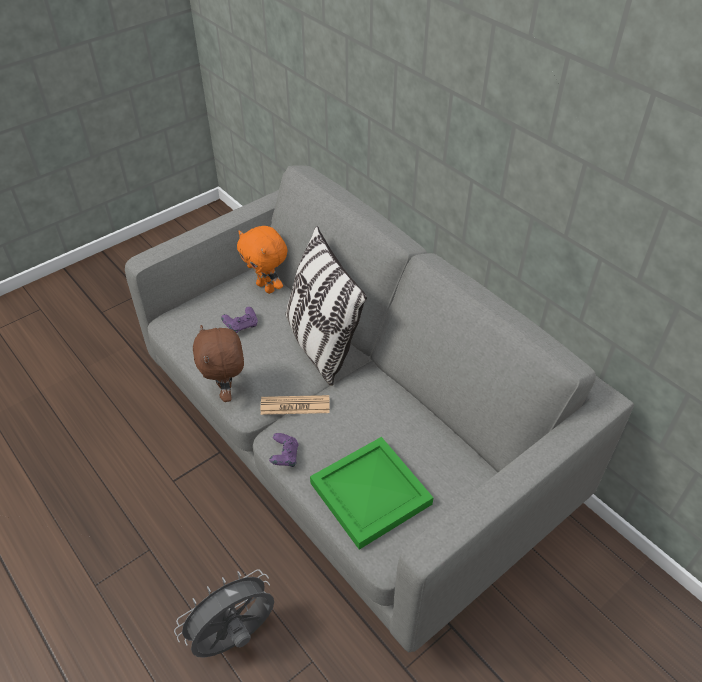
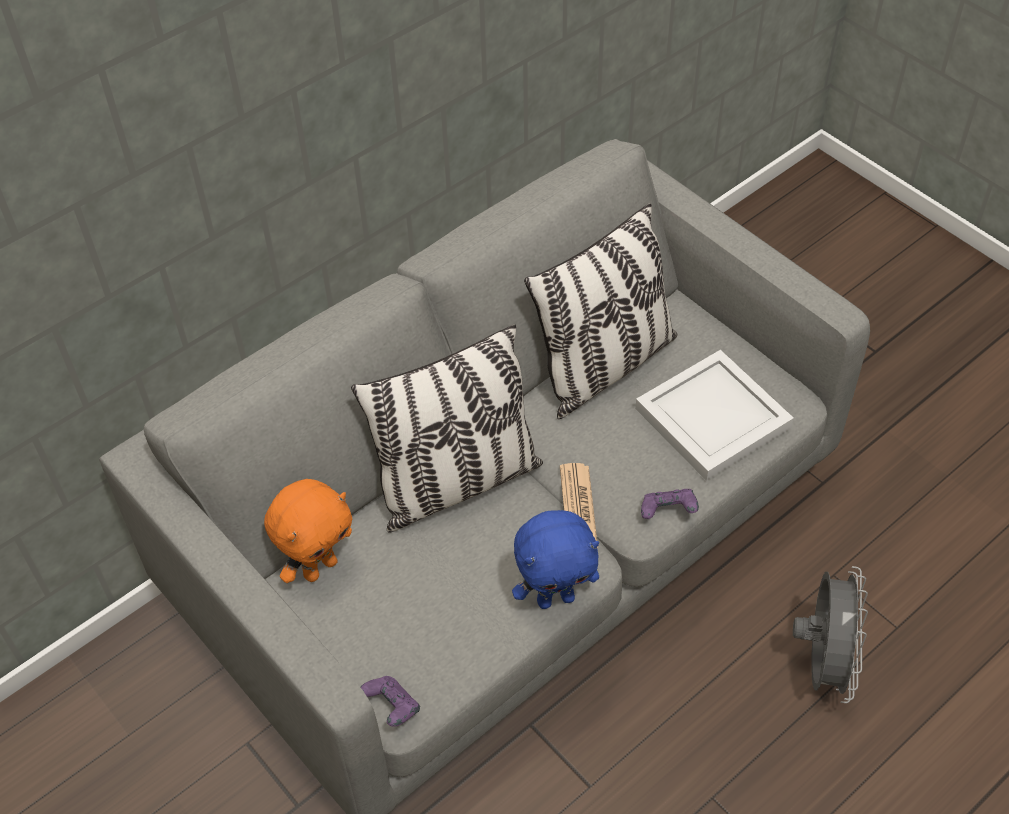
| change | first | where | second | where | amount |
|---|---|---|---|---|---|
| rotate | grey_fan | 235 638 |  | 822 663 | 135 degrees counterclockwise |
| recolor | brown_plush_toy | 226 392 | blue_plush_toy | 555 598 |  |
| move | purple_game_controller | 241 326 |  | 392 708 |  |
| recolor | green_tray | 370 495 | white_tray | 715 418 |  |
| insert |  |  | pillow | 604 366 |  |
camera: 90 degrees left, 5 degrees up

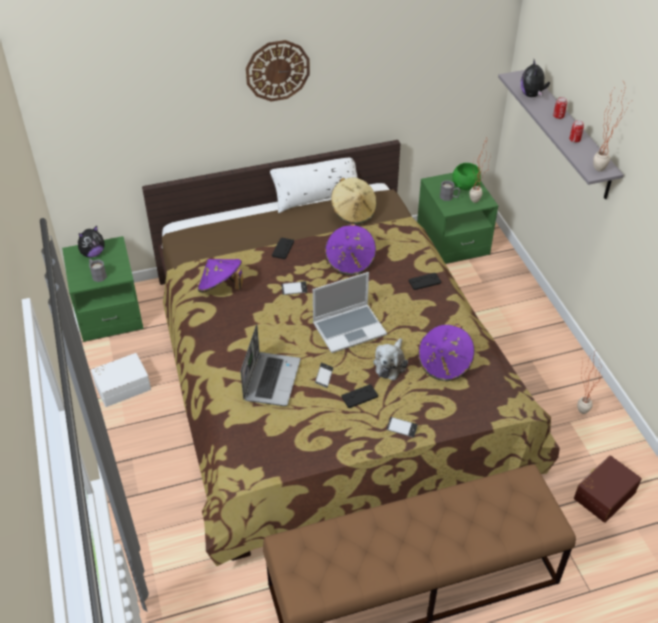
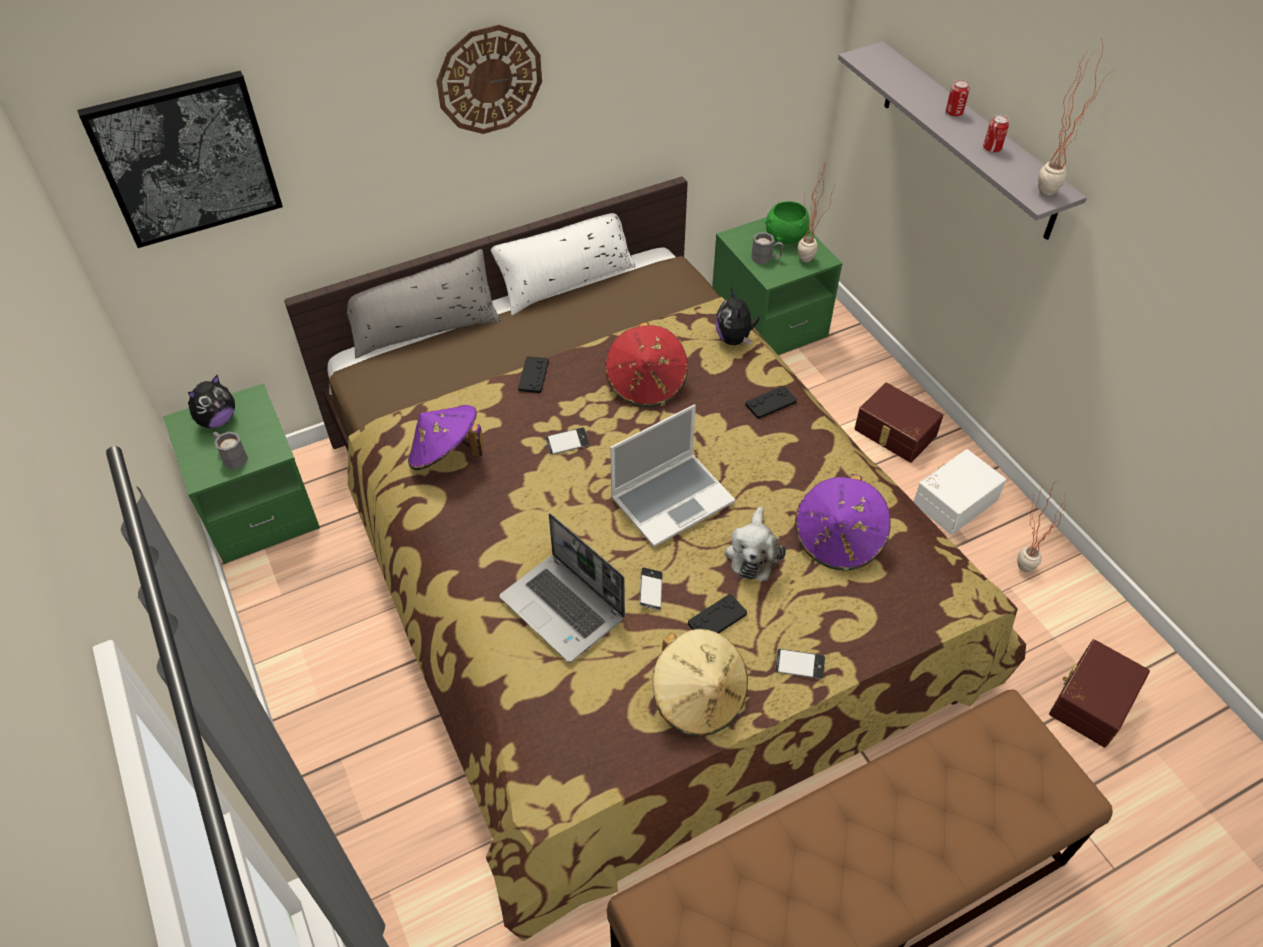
| change | first | where | second | where | amount |
|---|---|---|---|---|---|
| move | white_storage_box | 122 385 |  | 953 500 |  |
| rotate | laptop | 271 379 |  | 564 608 | 135 degrees clockwise |
| recolor | purple_hat | 350 261 | red_hat | 646 384 |  |
| move | beige_hat | 353 212 |  | 698 697 |  |
| move | plush_toy | 532 95 |  | 734 339 |  |
| insert |  |  | picture | 186 159 |  |
| insert |  |  | grey_pillow | 424 328 |  |
| insert |  |  | brown_storage_box | 894 433 |  |
camera: 10 degrees left, 5 degrees up

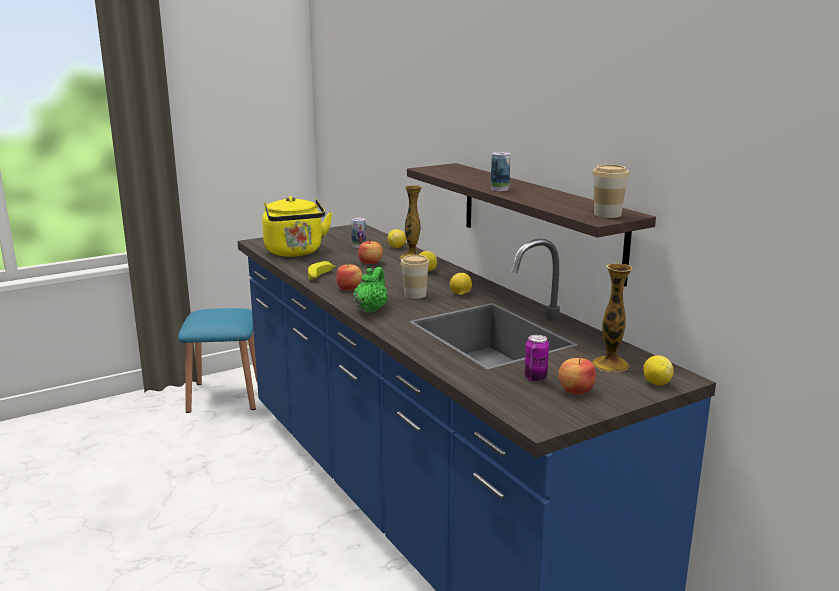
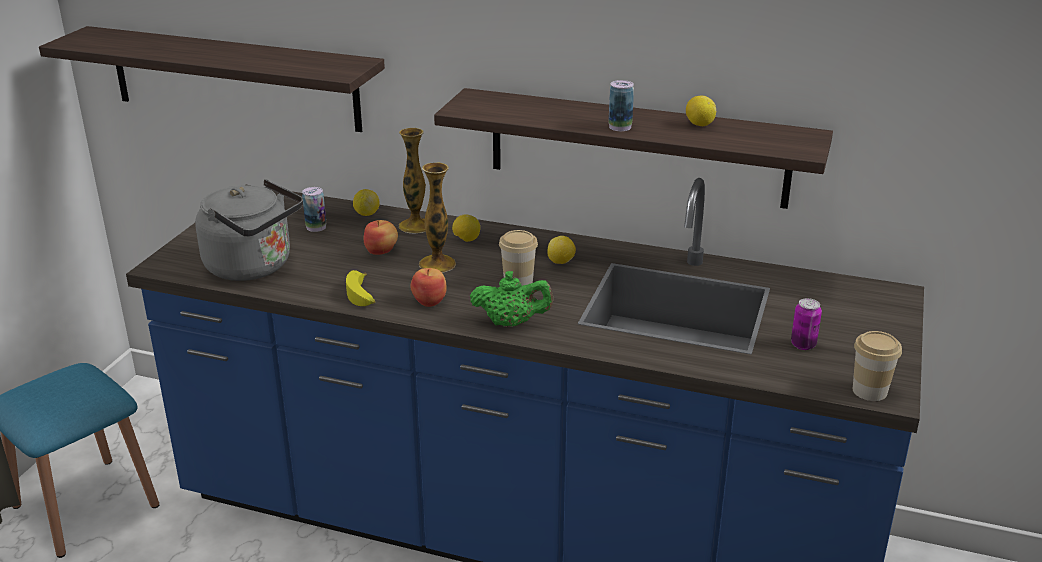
| change | first | where | second | where | amount |
|---|---|---|---|---|---|
| recolor | yellow_kettle | 295 252 | grey_kettle | 254 267 |  |
| rotate | green_teapot | 371 309 |  | 511 323 | 120 degrees clockwise |
| delete | apple | 575 390 |  |  |  |
| move | cup | 607 214 |  | 869 391 |  |
| move | vase | 610 364 |  | 437 264 |  |
| move | lemon | 656 383 |  | 699 125 |  |
| insert |  |  | shelf | 234 78 |  |
camera: 40 degrees left, 10 degrees up

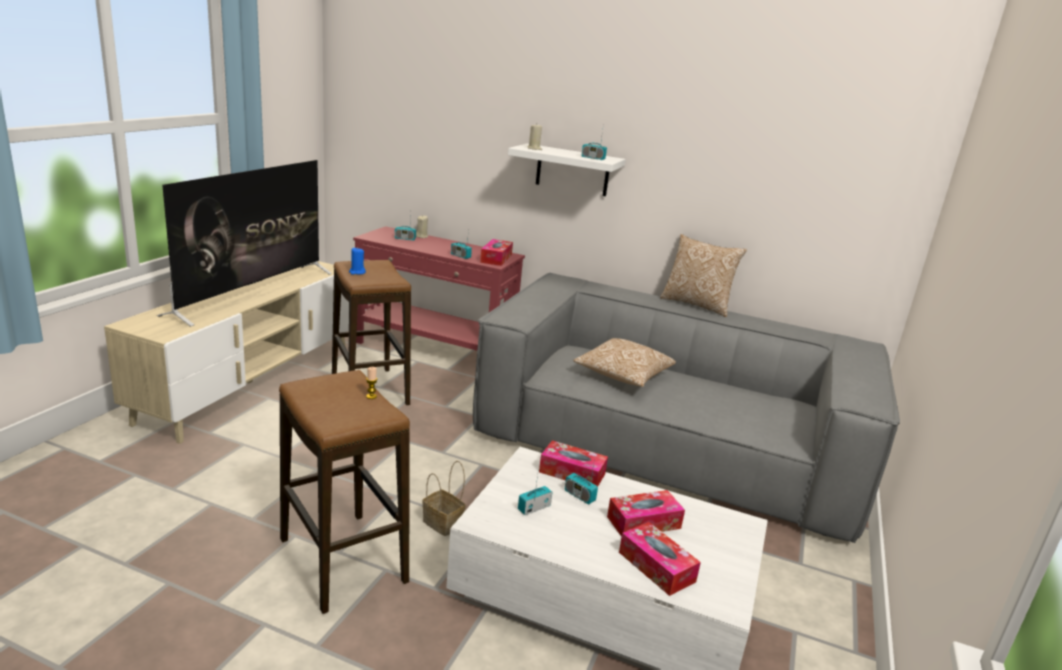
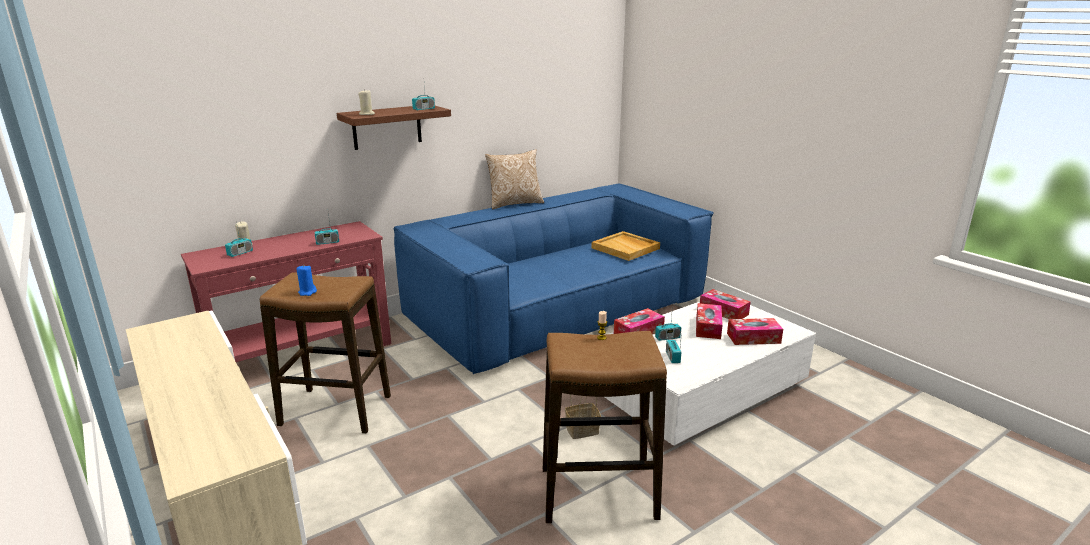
| change | first | where | second | where | amount |
|---|---|---|---|---|---|
| delete | television | 253 292 |  |  |  |
| recolor | grey_sofa | 668 444 | blue_sofa | 558 309 |  |
| move | tissue_box | 496 258 |  | 723 311 |  |
| recolor | white_shelf | 572 170 | brown_shelf | 387 127 |  |
| delete | pillow | 622 375 |  |  |  |
| insert |  |  | beige_tray | 626 248 |  |
camera: 55 degrees left, 0 degrees up

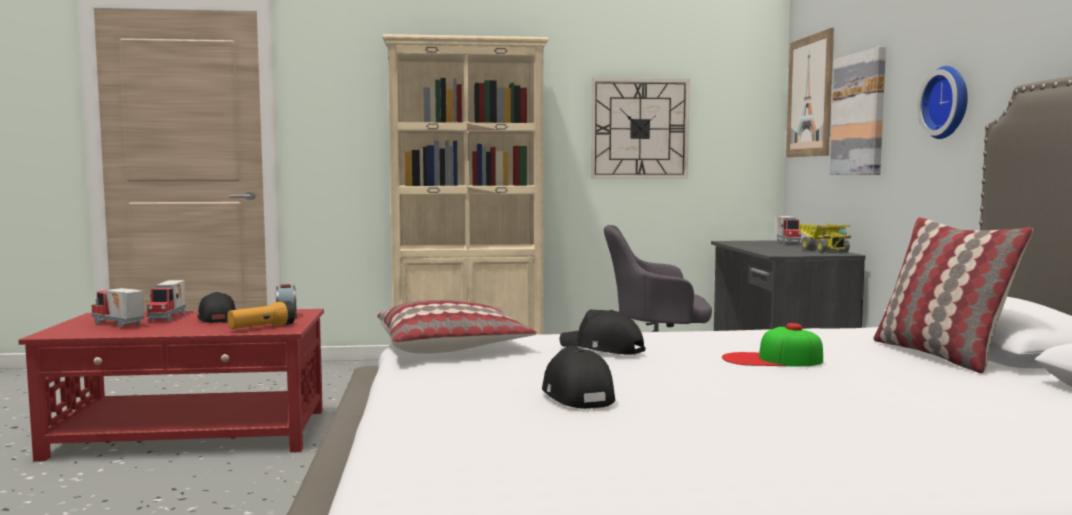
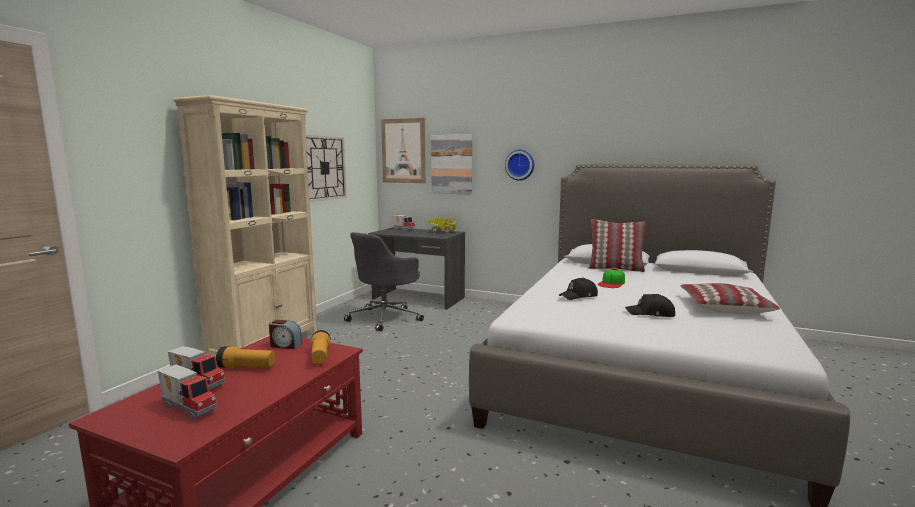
| change | first | where | second | where | amount |
|---|---|---|---|---|---|
| rotate | toy_truck | 117 324 |  | 190 408 | 120 degrees counterclockwise |
| replace | black_cap | 216 318 | flashlight | 247 367 |  |
| move | pillow | 452 347 |  | 723 307 |  |
camera: 60 degrees left, 5 degrees up

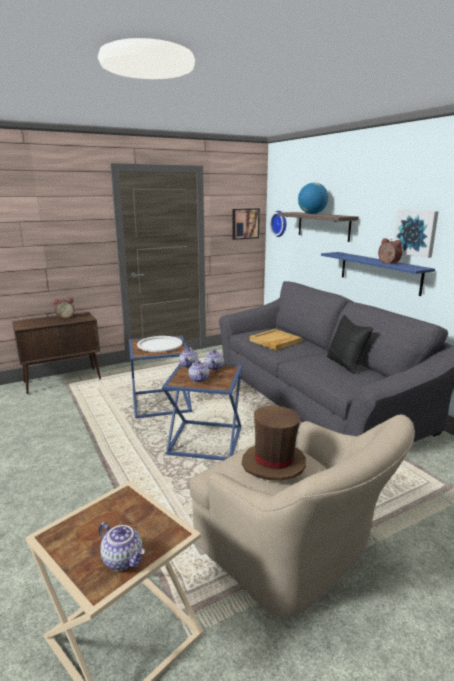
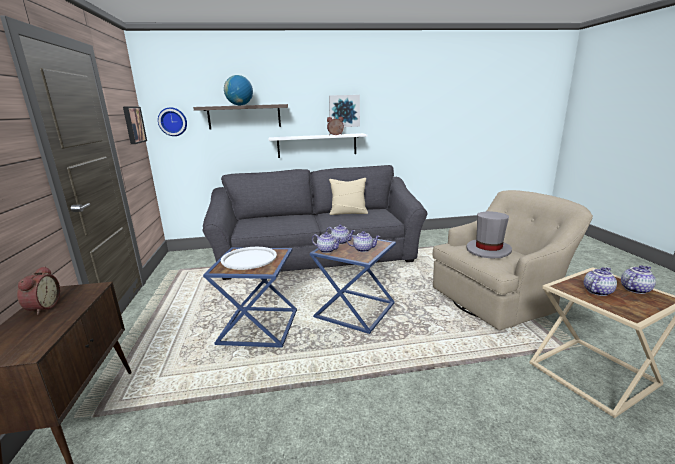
| change | first | where | second | where | amount |
|---|---|---|---|---|---|
| recolor | brown_hat | 273 463 | grey_hat | 488 250 |  |
| delete | beige_tray | 275 341 |  |  |  |
| recolor | blue_shelf | 379 272 | white_shelf | 317 145 |  |
| recolor | black_pillow | 345 364 | beige_pillow | 348 213 |  |
| insert |  |  | teapot | 597 291 |  |
camera: 70 degrees left, 0 degrees up

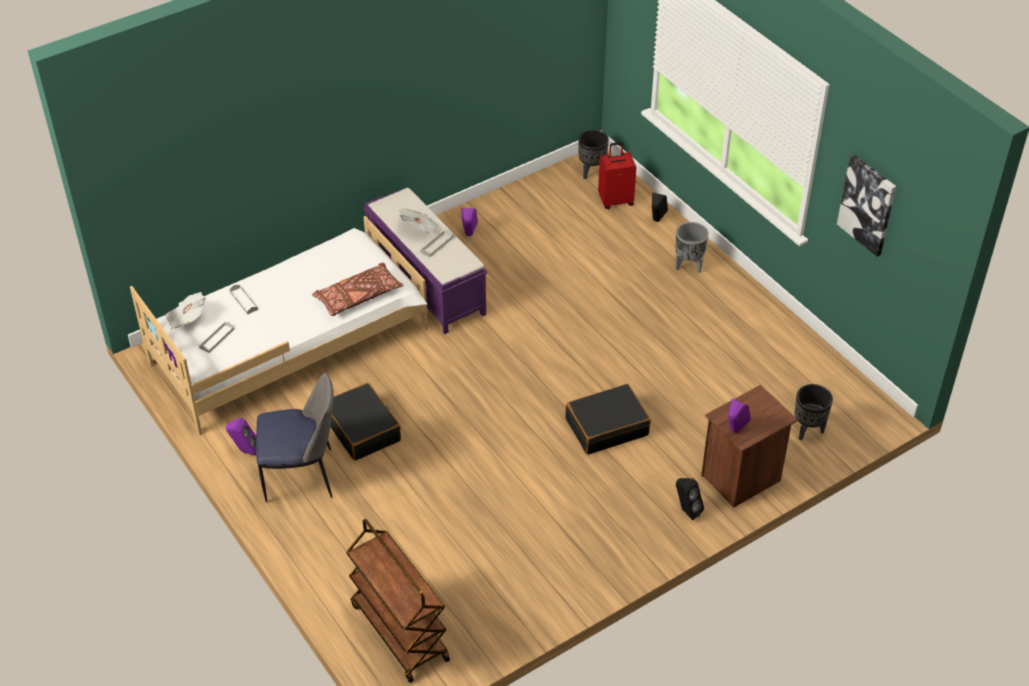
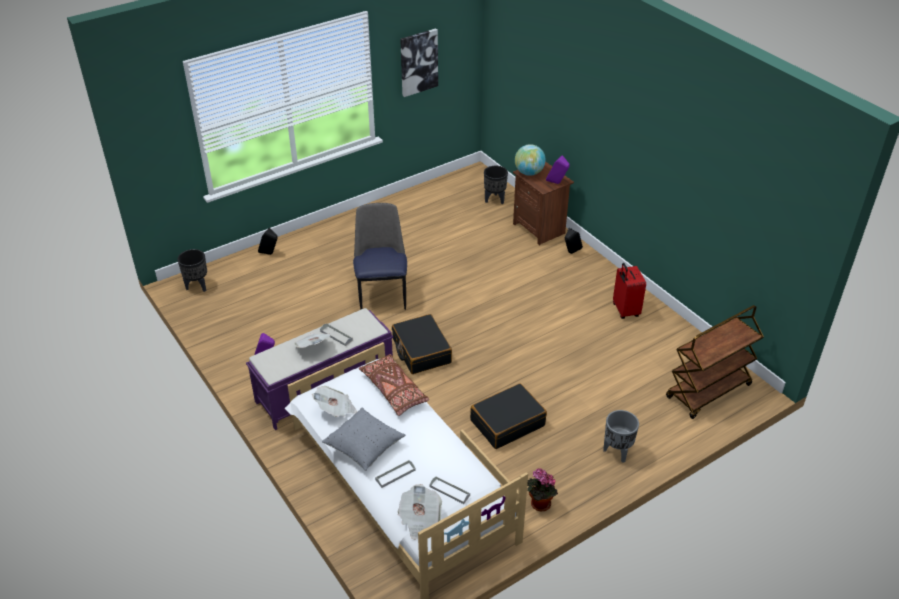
| change | first | where | second | where | amount |
|---|---|---|---|---|---|
| replace | purple_speaker | 244 450 | potted_plant | 539 504 |  |
| move | chair | 302 476 |  | 382 294 |  |
| move | black_suitcase | 606 427 |  | 421 351 |  |
| move | red_suitcase | 615 200 |  | 625 310 |  |
| move | grey_planter | 688 266 |  | 617 452 |  |
| insert |  |  | newspaper | 336 410 |  |
| insert |  |  | grey_pillow | 364 447 |  |
| insert |  |  | globe | 529 173 |  |
camera: 90 degrees left, 5 degrees down

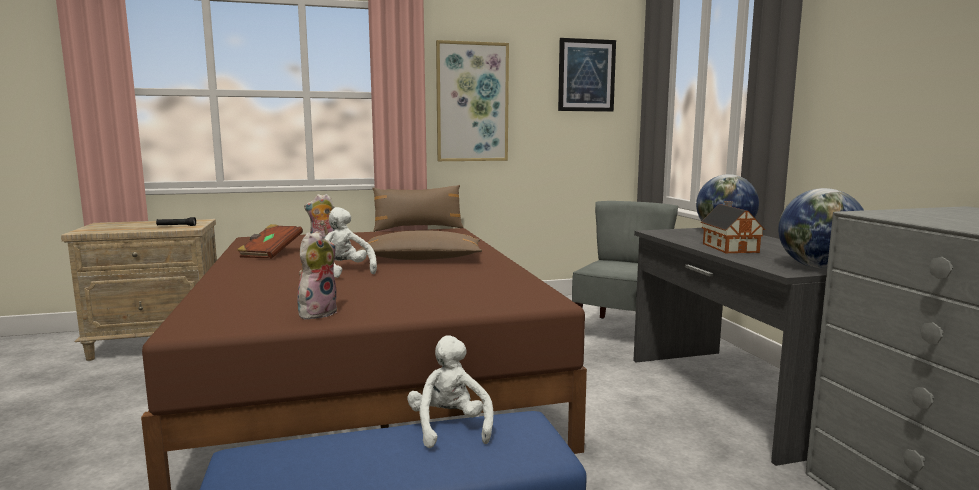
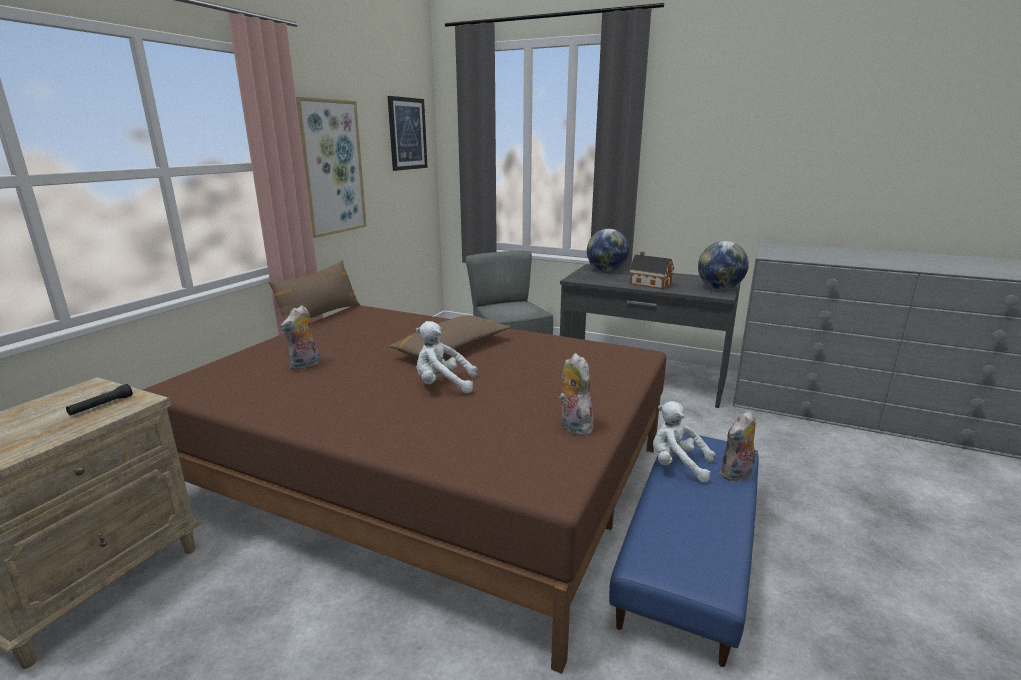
| change | first | where | second | where | amount |
|---|---|---|---|---|---|
| delete | brown_book | 270 253 |  |  |  |
| insert |  |  | plush_toy | 737 475 |  |
camera: 50 degrees left, 10 degrees up

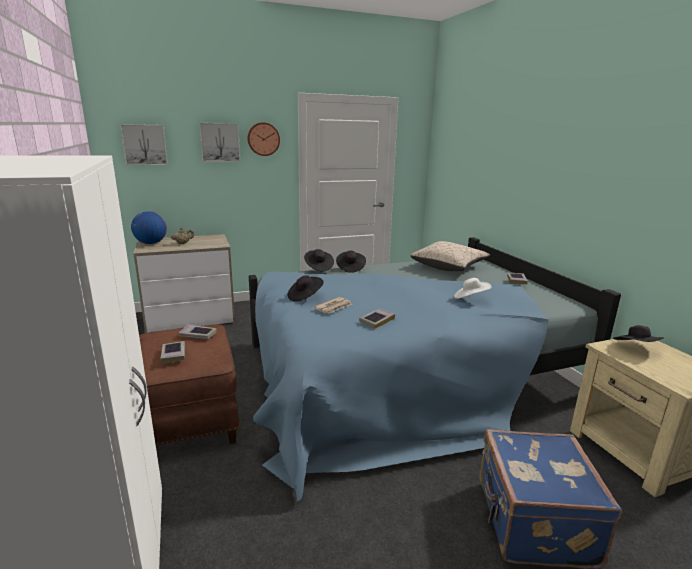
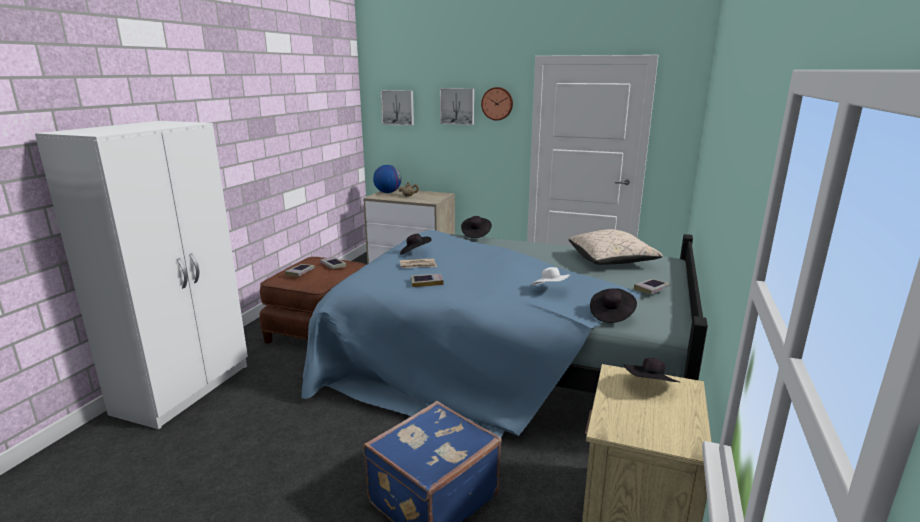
| change | first | where | second | where | amount |
|---|---|---|---|---|---|
| move | black_hat | 350 268 |  | 611 314 |  |
camera: 40 degrees right, 0 degrees up

